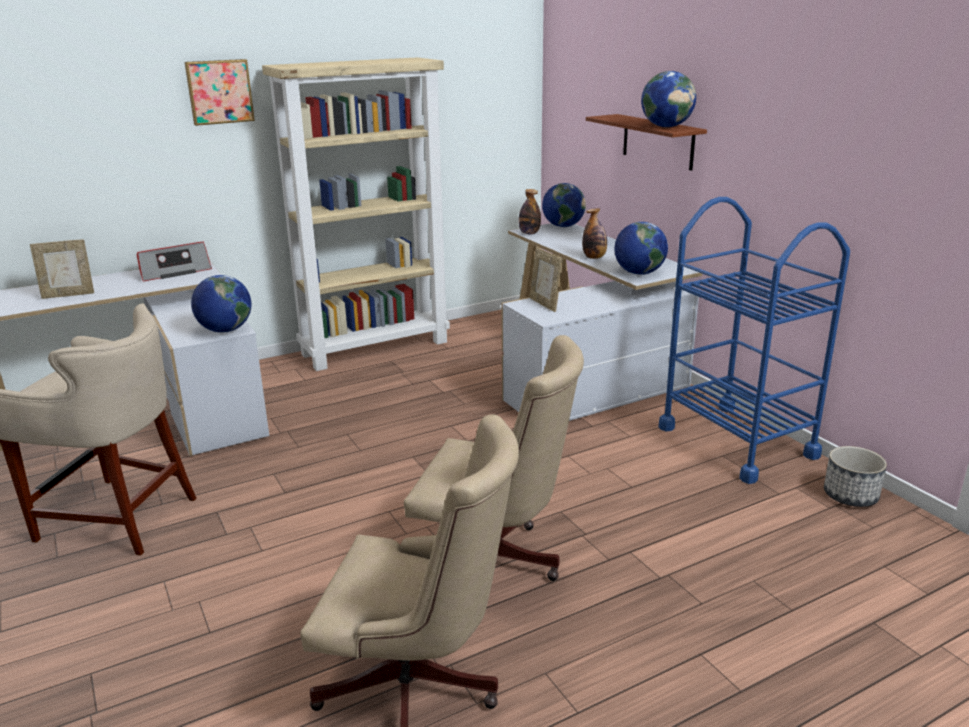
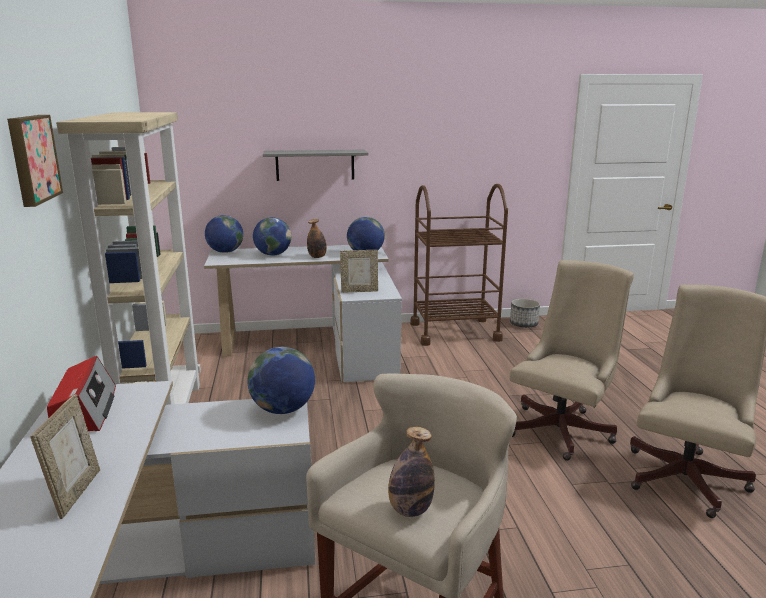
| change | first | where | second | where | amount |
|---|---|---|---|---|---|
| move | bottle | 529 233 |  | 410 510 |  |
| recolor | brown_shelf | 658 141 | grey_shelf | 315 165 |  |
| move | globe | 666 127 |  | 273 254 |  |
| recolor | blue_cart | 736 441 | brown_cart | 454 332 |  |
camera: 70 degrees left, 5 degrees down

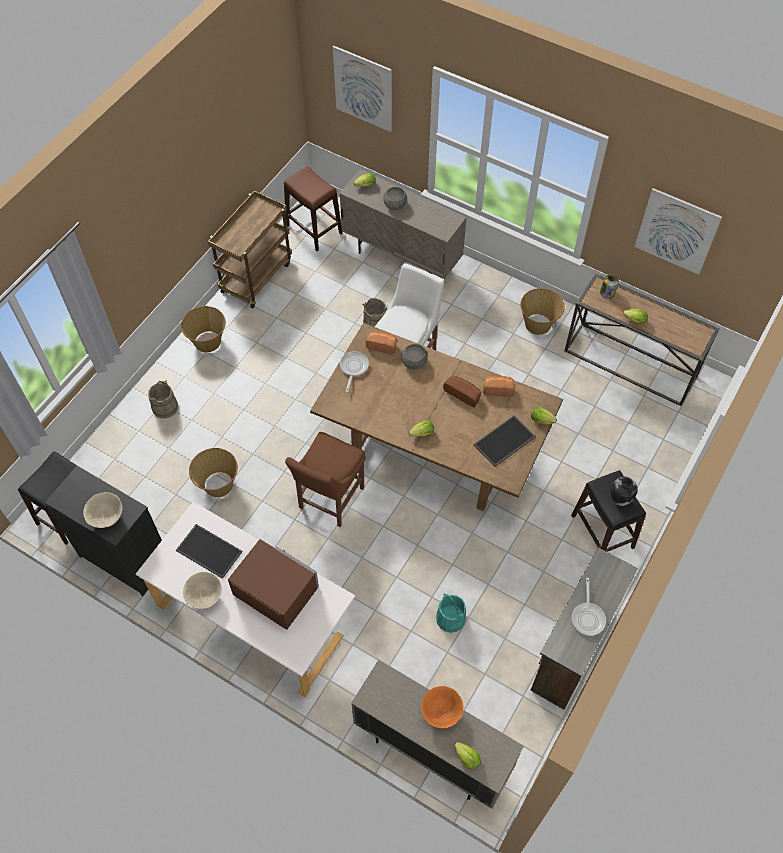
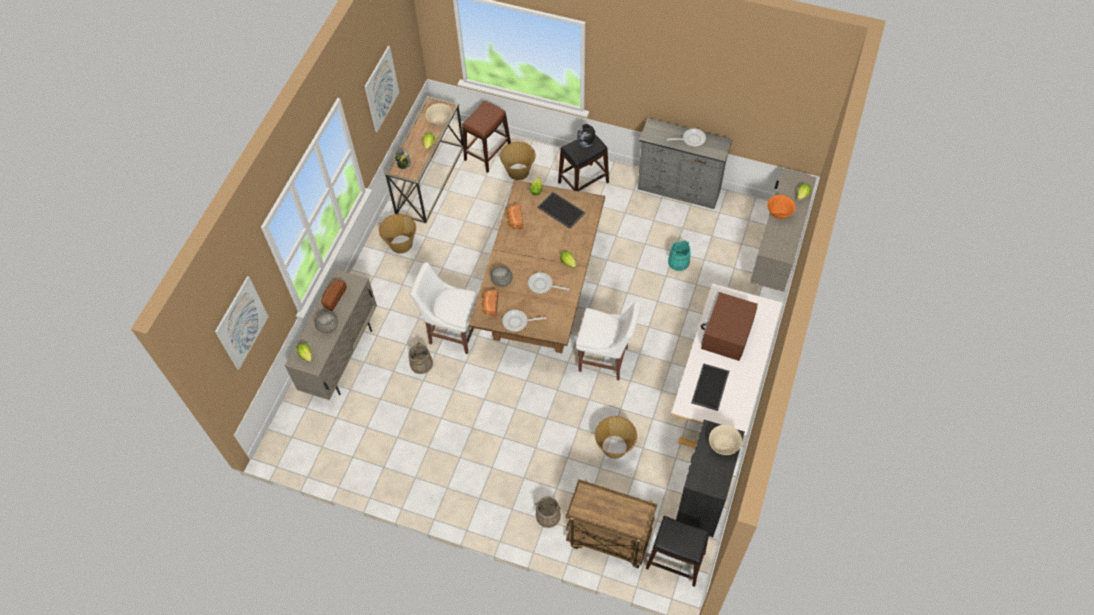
| change | first | where | second | where | amount |
|---|---|---|---|---|---|
| move | basket | 208 342 |  | 518 171 |  |
| move | beige_bowl | 205 597 |  | 440 121 |  |
| move | brown_cart | 256 276 |  | 608 539 |  |
| move | brown_stool | 314 229 |  | 487 153 |  |
| recolor | brown_chair | 329 500 | white_chair | 606 360 |  |
| move | bread | 463 393 |  | 333 297 |  |
| recolor | brown_dresser | 570 651 | grey_dresser | 679 190 |  |
| insert |  |  | frying_pan | 542 285 |  |
camera: 100 degrees left, 0 degrees up

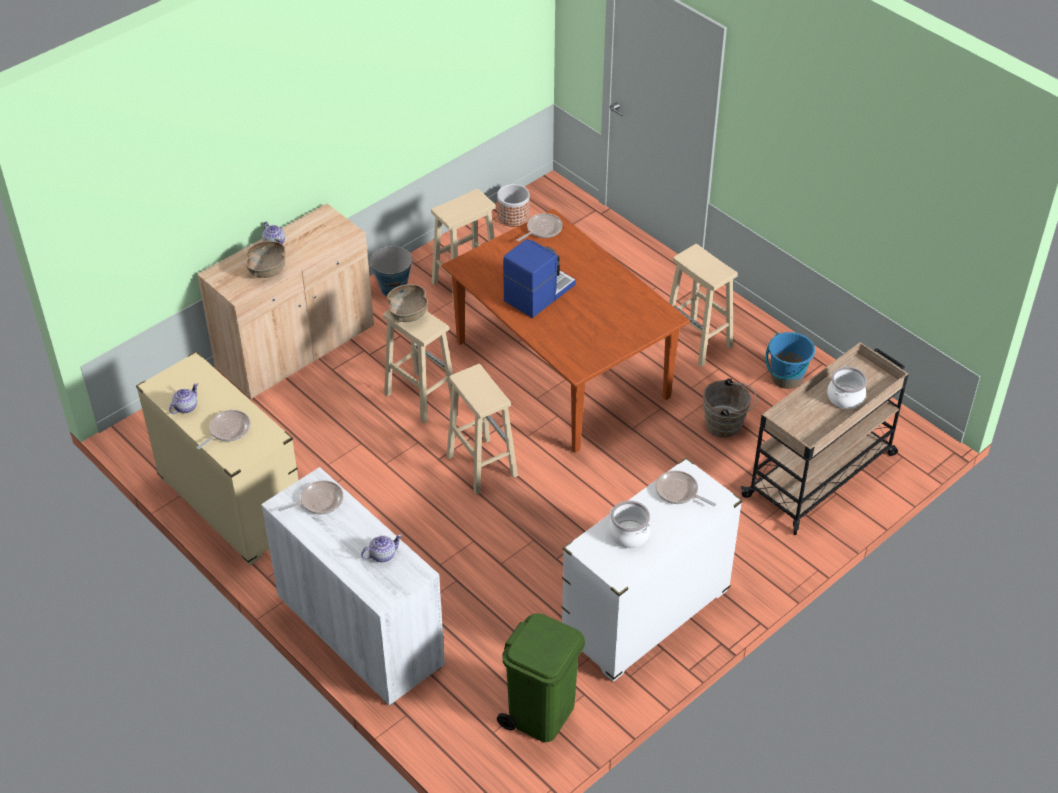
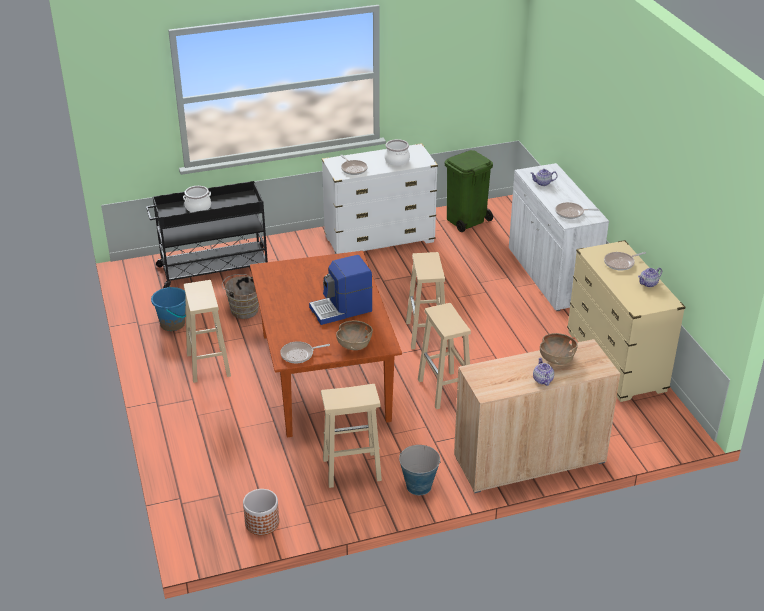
| change | first | where | second | where | amount |
|---|---|---|---|---|---|
| move | brown_bowl | 408 314 |  | 354 345 |  |
| recolor | beige_cart | 821 474 | black_cart | 213 269 |  |
camera: 155 degrees left, 10 degrees down

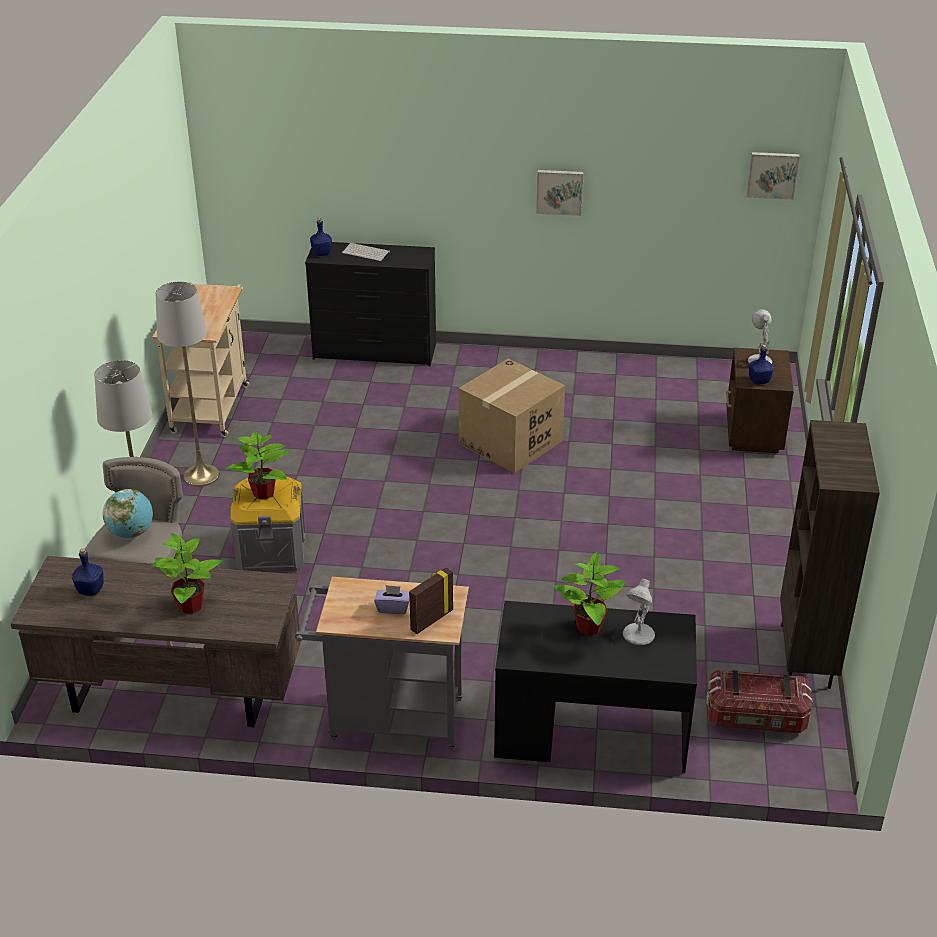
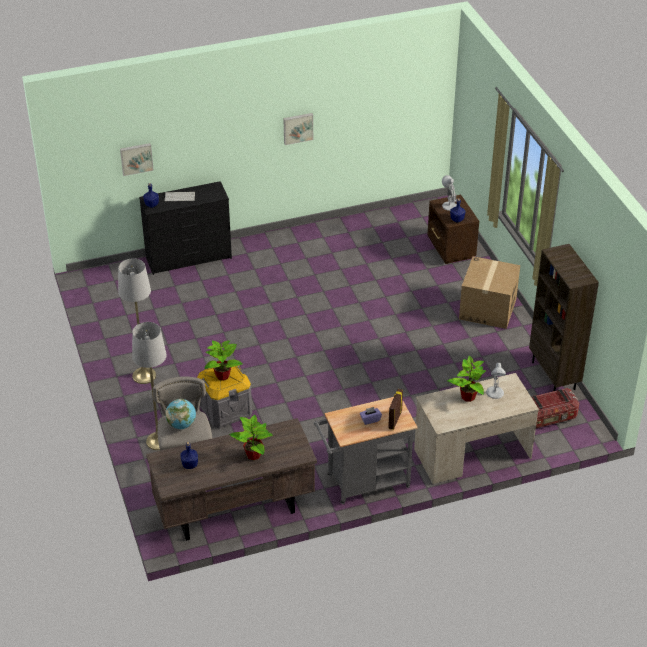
| change | first | where | second | where | amount |
|---|---|---|---|---|---|
| delete | beige_cart | 211 405 |  |  |  |
| move | cardboard_box | 510 442 |  | 488 309 |  |
| recolor | black_desk | 590 733 | beige_desk | 472 454 |  |
| move | picture | 772 174 |  | 136 158 |  |
camera: 25 degrees left, 5 degrees up

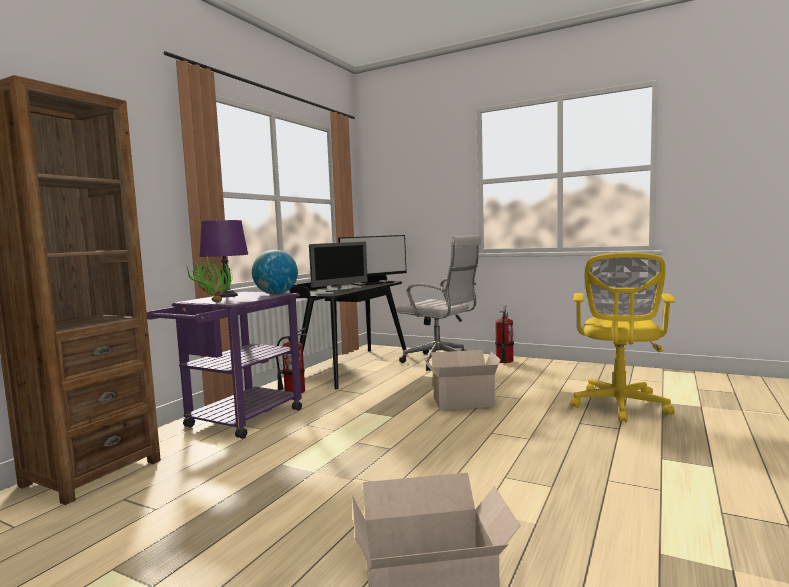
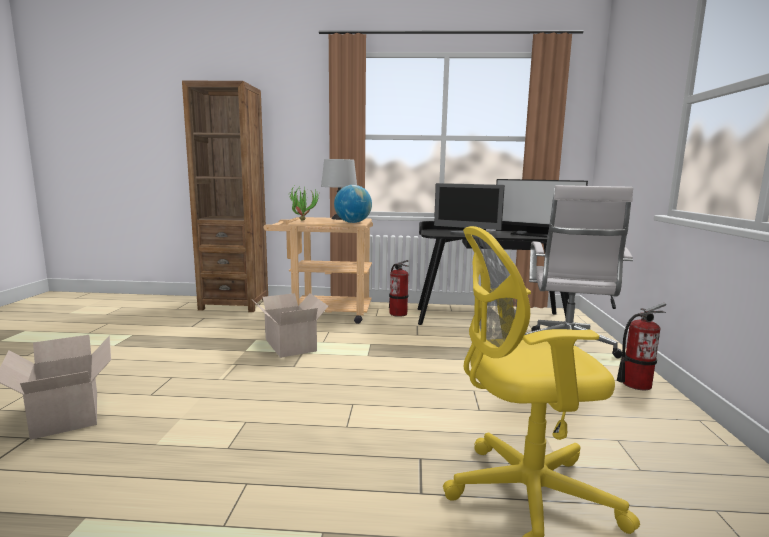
| change | first | where | second | where | amount |
|---|---|---|---|---|---|
| recolor | purple_cart | 237 421 | beige_cart | 323 313 |  |
| recolor | purple_table_lamp | 227 296 | grey_table_lamp | 339 218 |  |
| move | cardboard_box | 461 401 |  | 290 344 |  |
camera: 65 degrees right, 5 degrees up

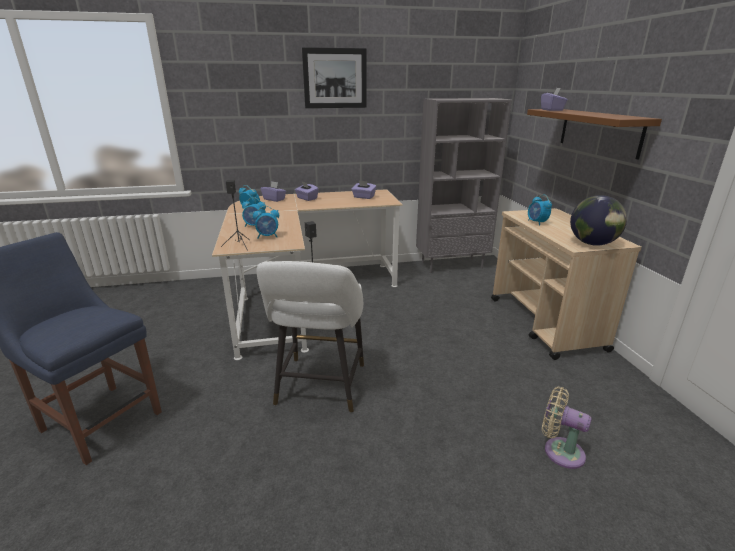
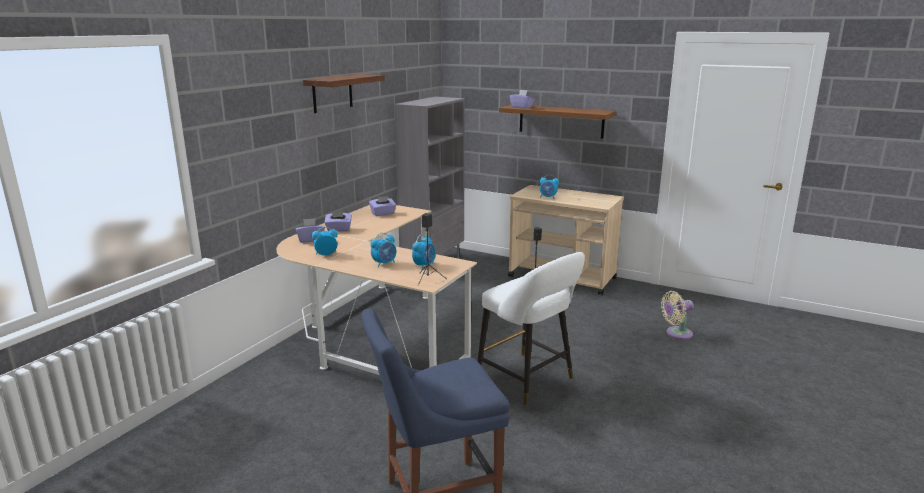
| change | first | where | second | where | amount |
|---|---|---|---|---|---|
| replace | picture | 335 78 | shelf | 332 93 |  |
| delete | globe | 592 244 |  |  |  |
camera: 50 degrees left, 5 degrees down

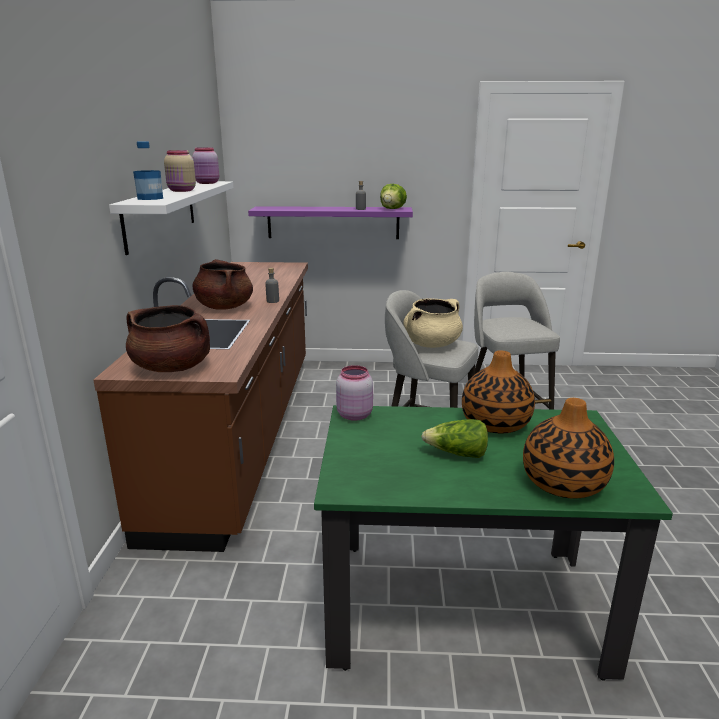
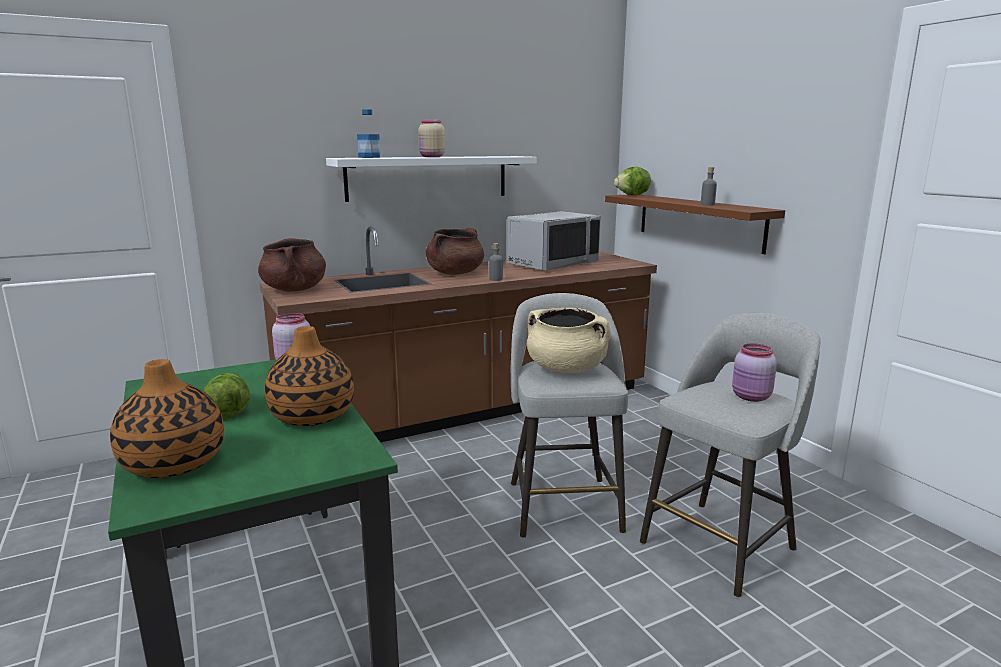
| change | first | where | second | where | amount |
|---|---|---|---|---|---|
| move | pink_jar | 207 183 |  | 751 397 |  |
| recolor | purple_shelf | 333 222 | brown_shelf | 698 221 |  |
| move | lettuce | 393 209 |  | 633 195 |  |
| insert |  |  | grey_microwave | 552 264 |  |
camera: 60 degrees right, 5 degrees down

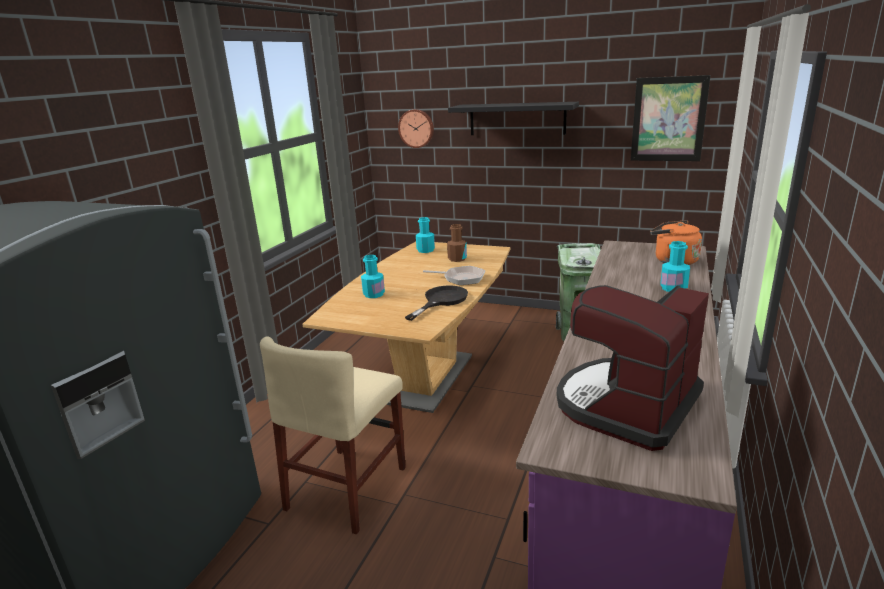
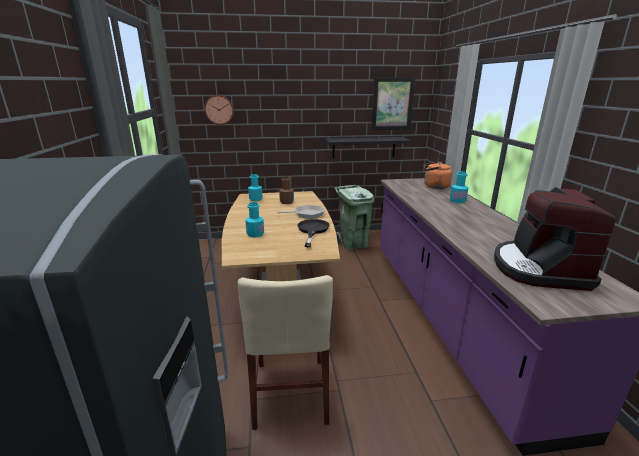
| change | first | where | second | where | amount |
|---|---|---|---|---|---|
| move | black_shelf | 517 119 |  | 363 147 |  |
camera: 30 degrees left, 0 degrees up

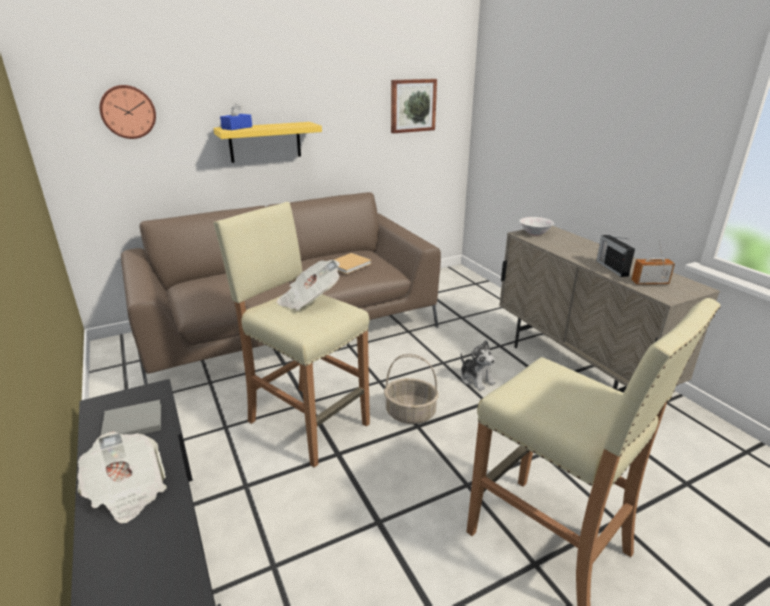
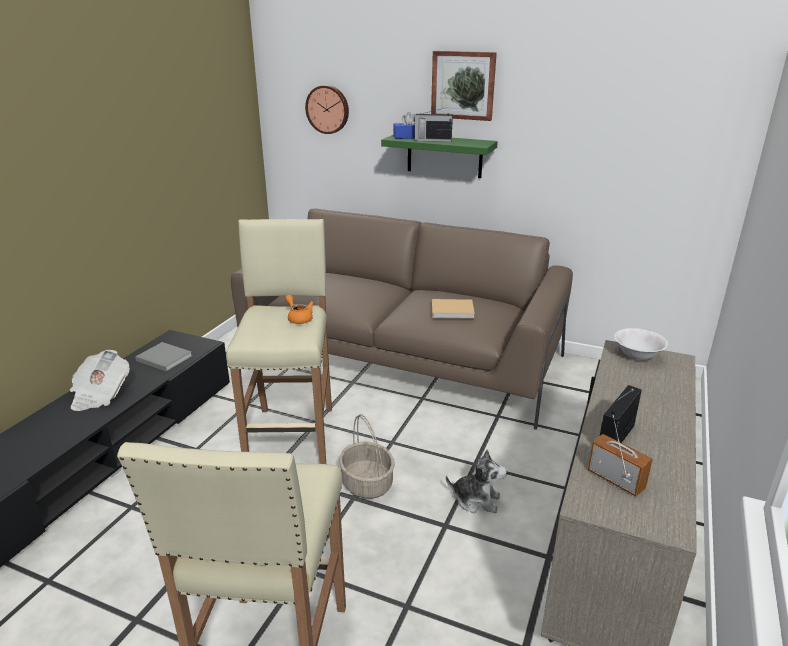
| change | first | where | second | where | amount |
|---|---|---|---|---|---|
| recolor | yellow_shelf | 265 142 | green_shelf | 444 155 |  |
| replace | newspaper | 309 300 | orange_teapot | 299 318 |  |
| move | picture | 412 105 |  | 463 85 |  |
| rotate | plush_toy | 476 379 |  | 476 500 | 90 degrees counterclockwise |
| insert |  |  | radio | 432 140 |  |
camera: 50 degrees right, 0 degrees up

